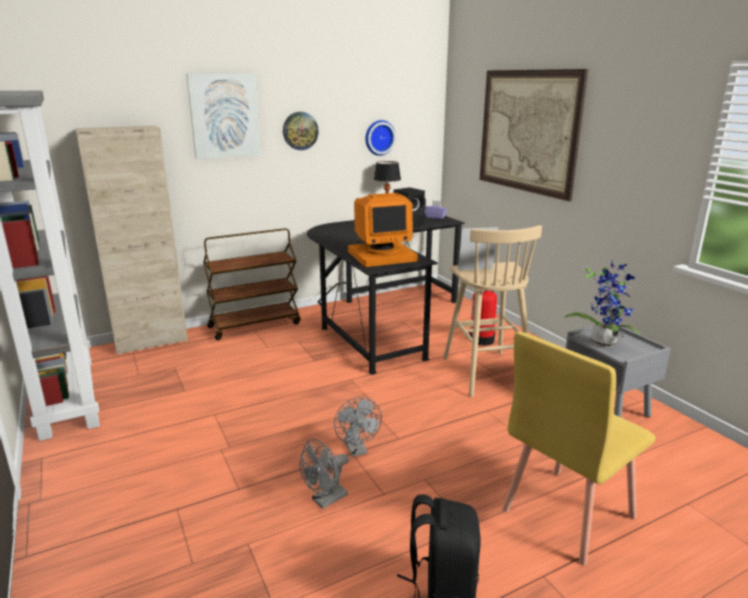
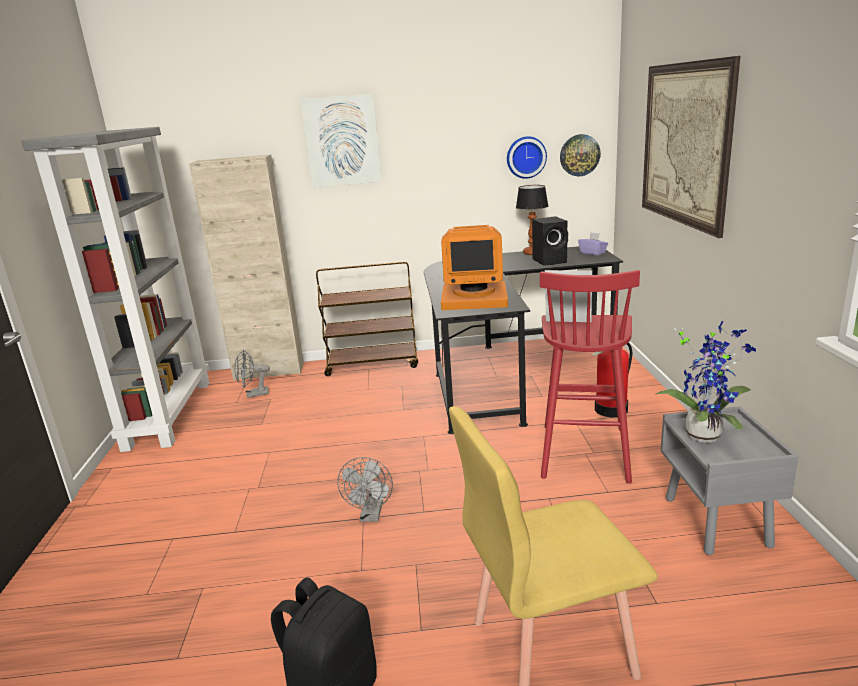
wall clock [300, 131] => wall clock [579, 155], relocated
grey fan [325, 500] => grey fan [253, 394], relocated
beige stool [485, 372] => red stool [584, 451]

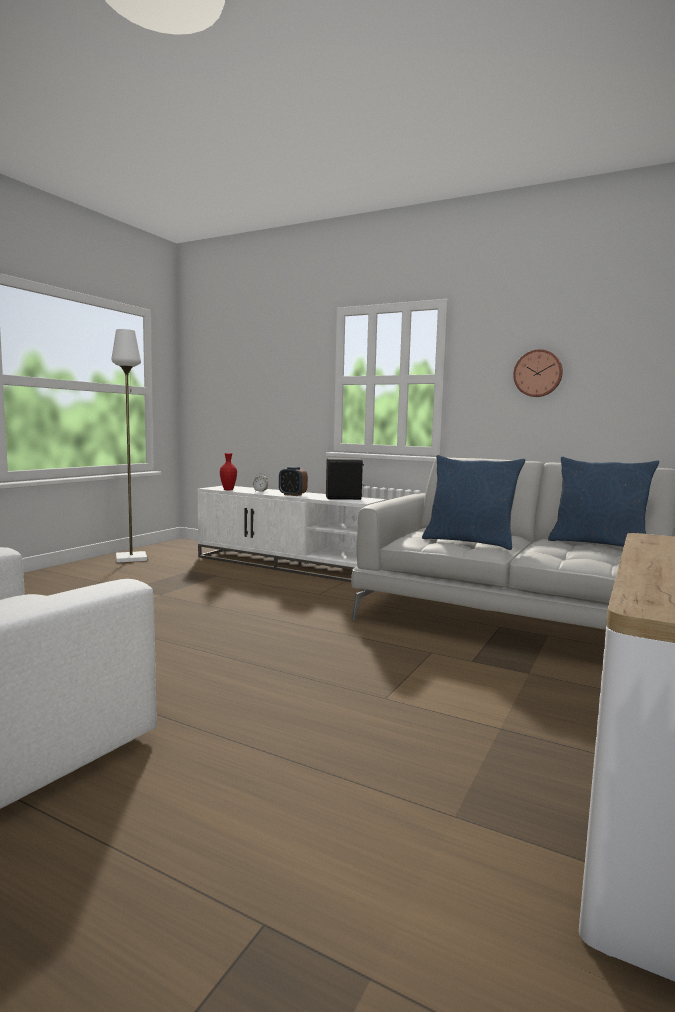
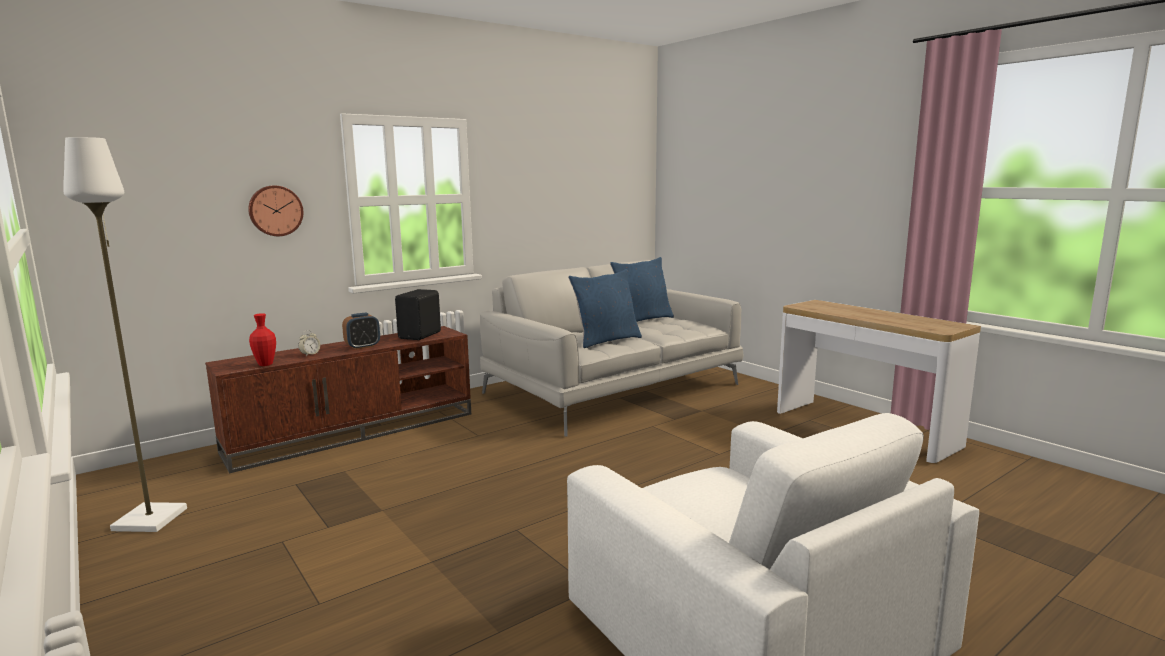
white tv stand [288, 565] => brown tv stand [354, 431]
wall clock [538, 373] => wall clock [275, 210], relocated

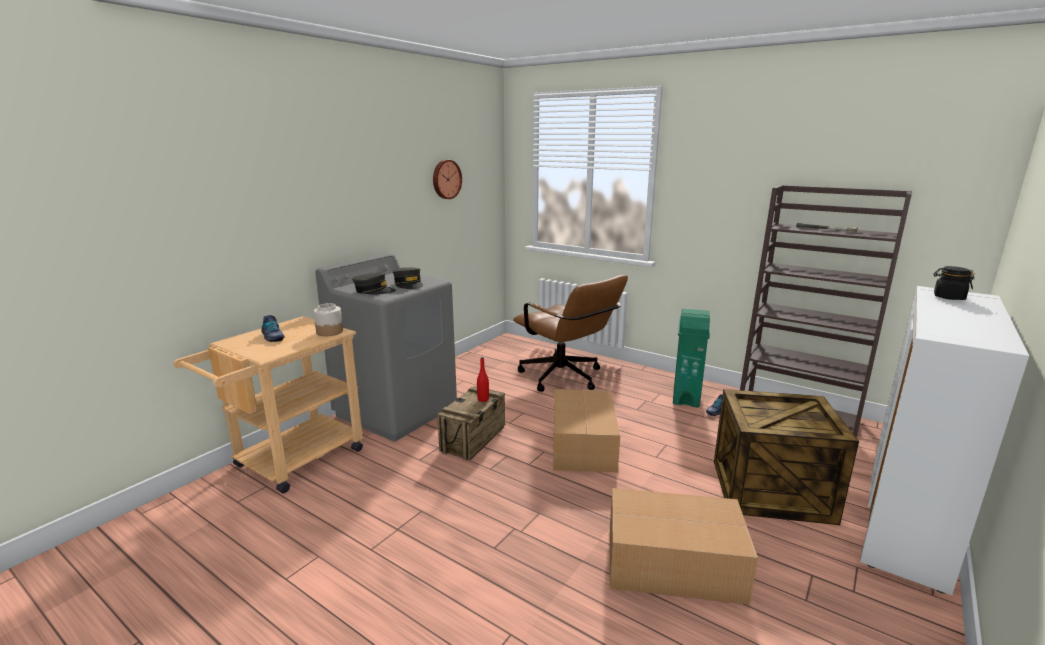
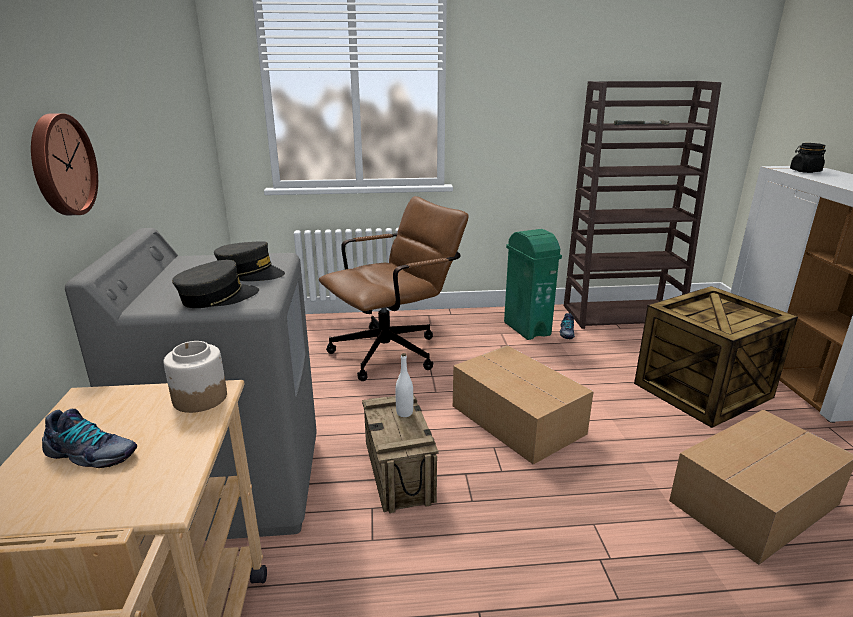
wall clock [446, 179] => wall clock [60, 165], relocated
red bottle [483, 399] => white bottle [404, 413]
brown office chair [566, 379] => brown office chair [395, 351], 45 degrees counterclockwise

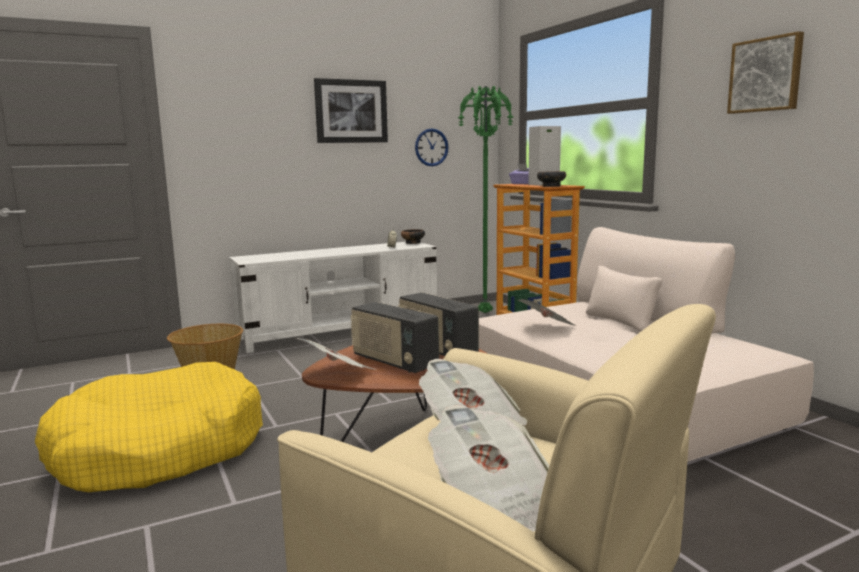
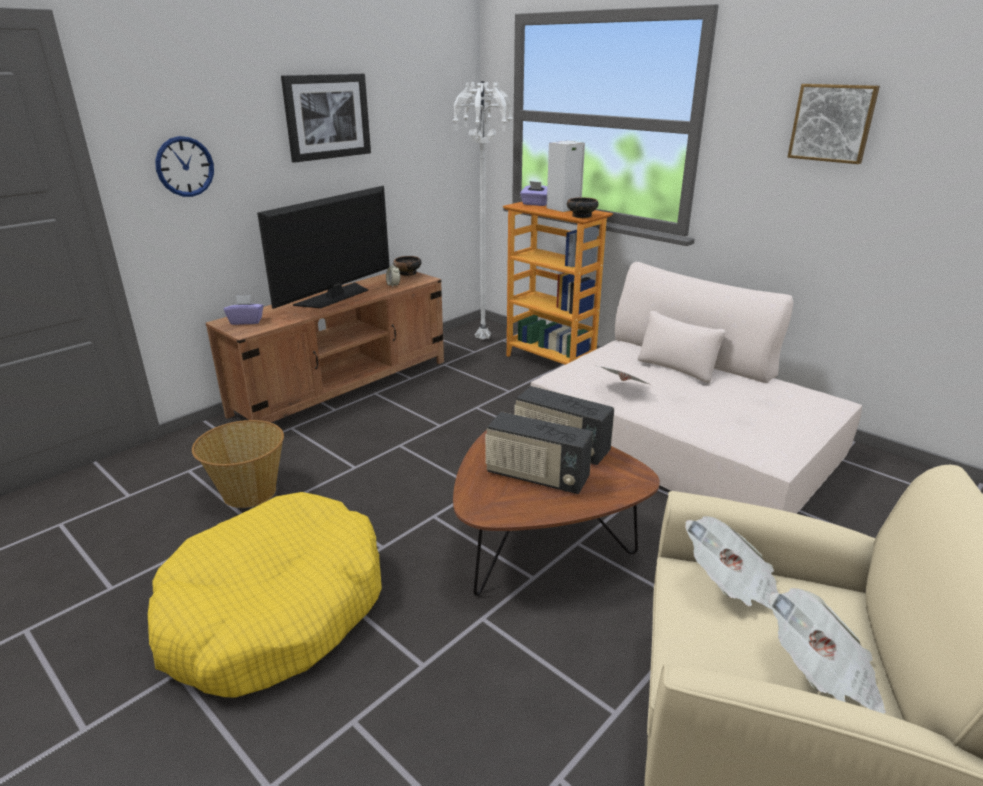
white tv stand [341, 331] => brown tv stand [344, 387]
newspaper [337, 374] => nothing
wall clock [431, 147] => wall clock [185, 166], relocated
green floor lamp [486, 313] => white floor lamp [484, 339]
nothing => purple tissue box [246, 321]
nothing => television [335, 296]

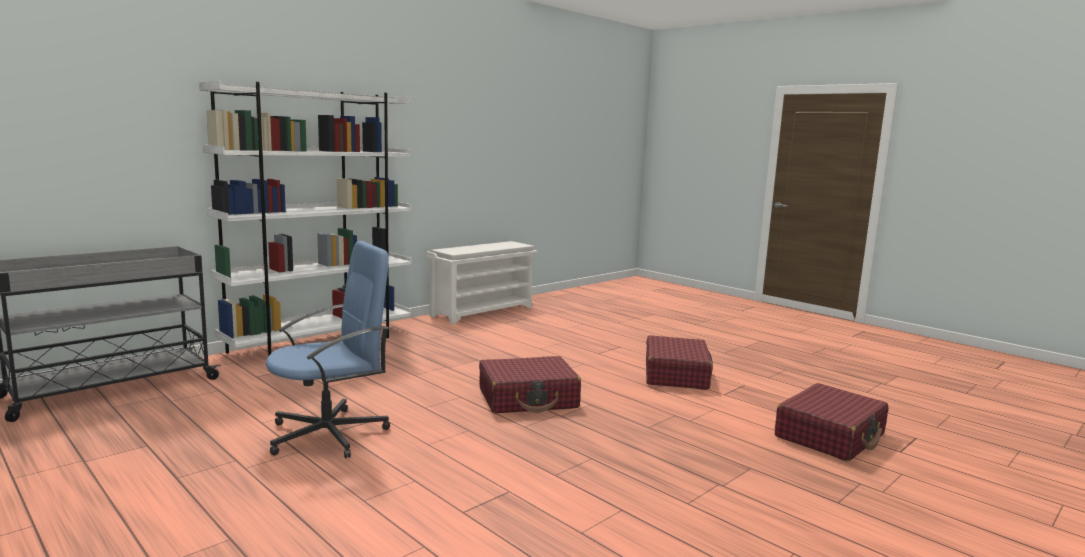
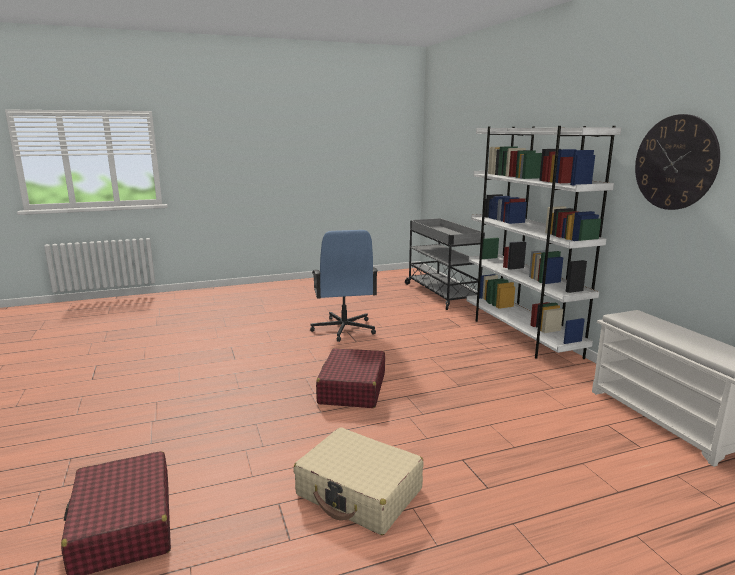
red suitcase [676, 374] => beige suitcase [359, 493]
nothing => wall clock [675, 162]

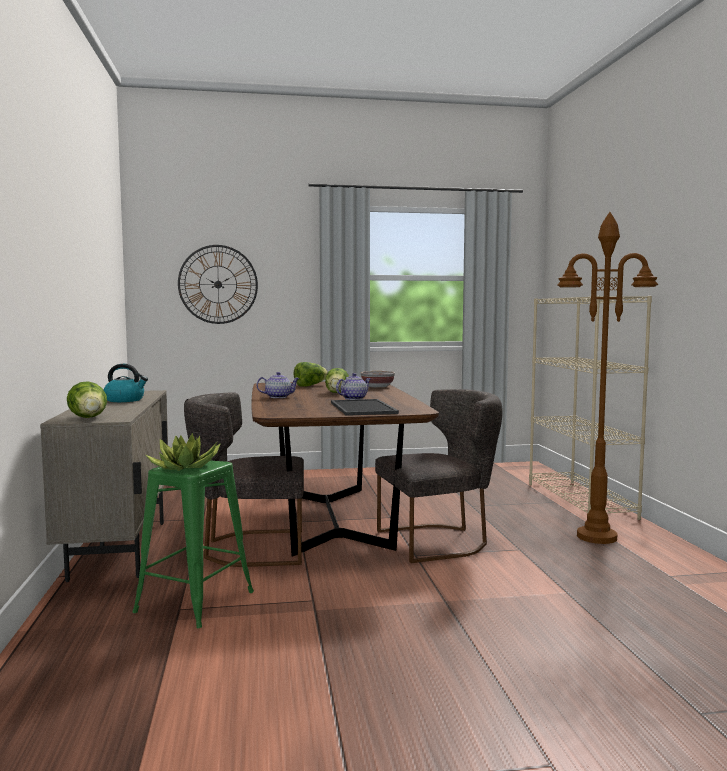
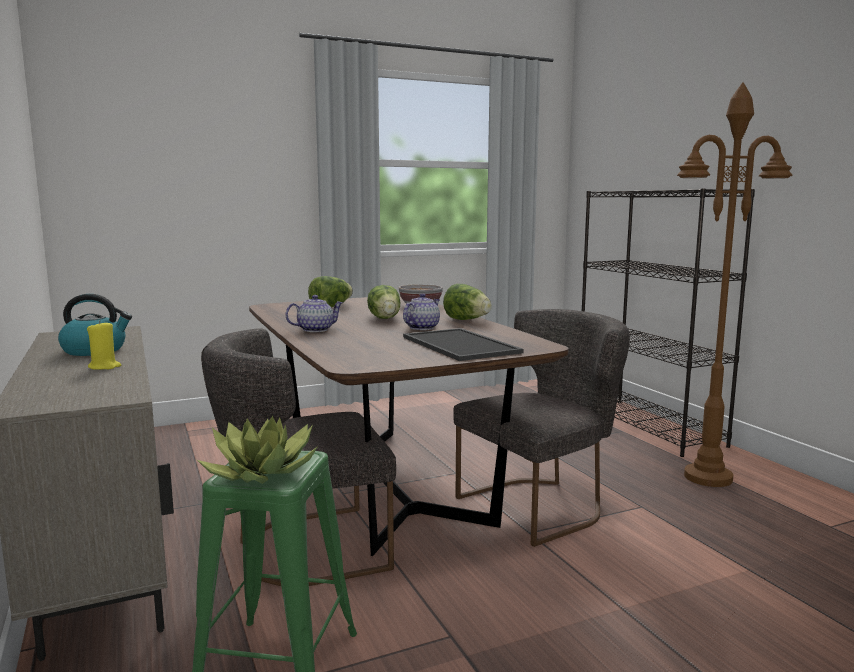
lettuce [89, 418] => lettuce [467, 320], relocated
wall clock [218, 284] => nothing
beige bookcase [580, 500] => black bookcase [648, 426]
nothing => yellow candle [104, 367]

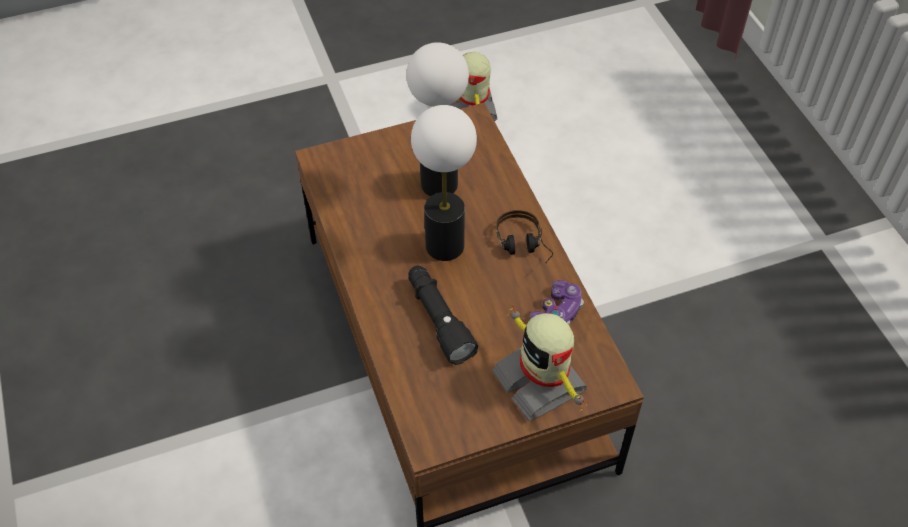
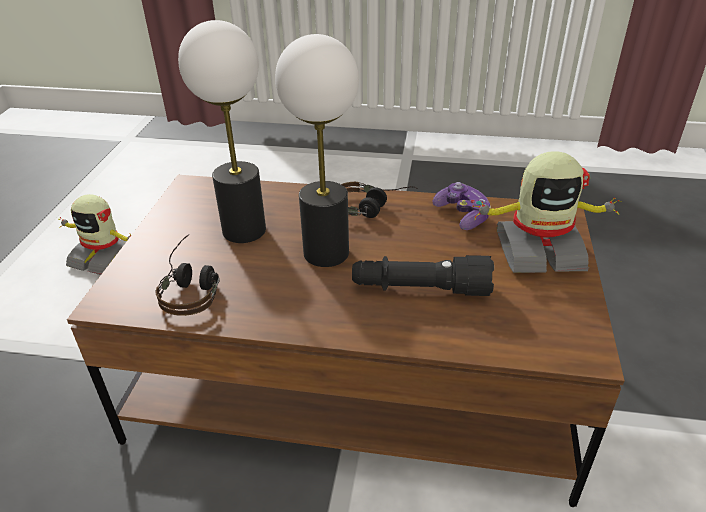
nothing => headphones [192, 286]

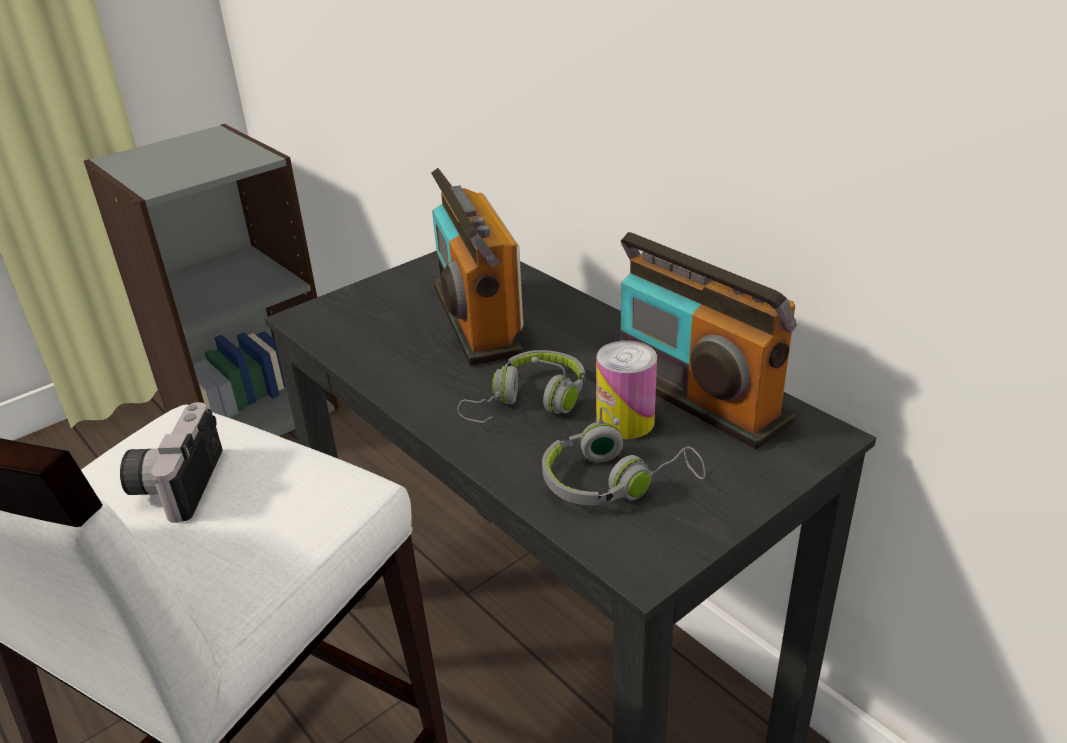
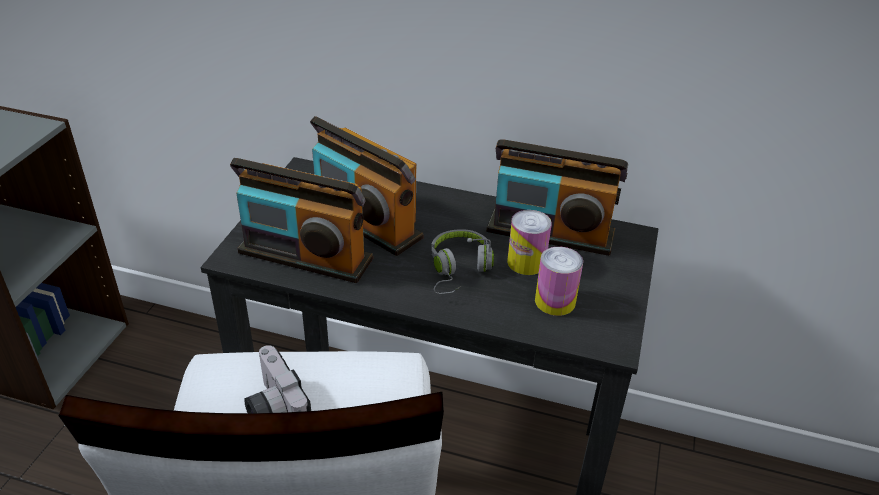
grey headphones [614, 481] => can [555, 301]
nothing => radio [305, 256]

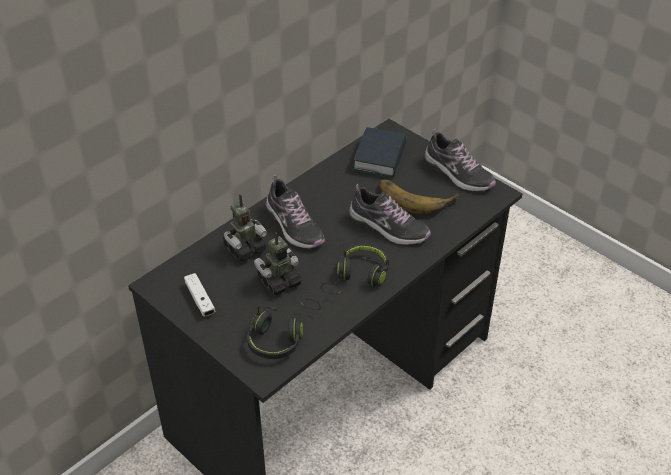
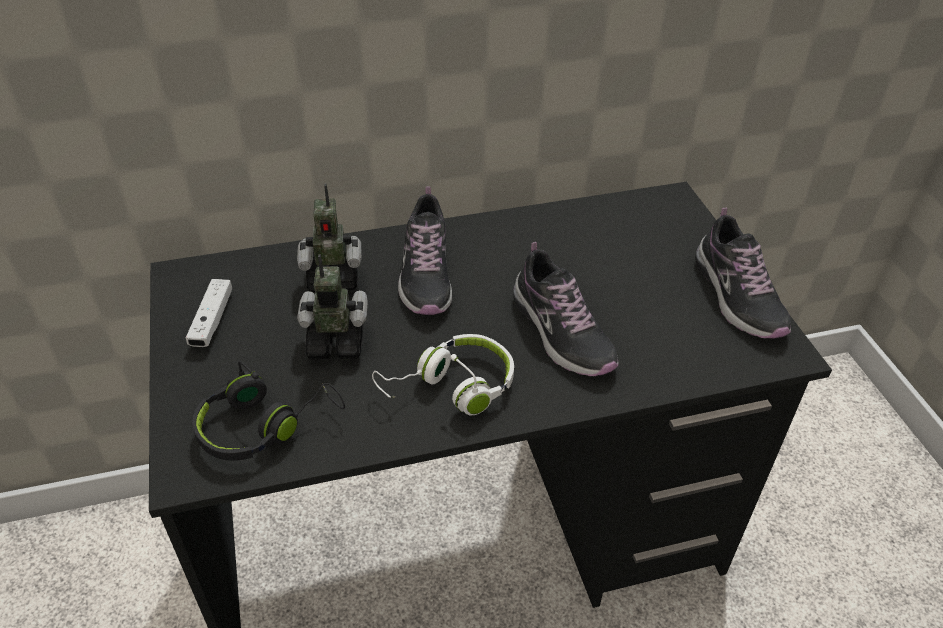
black headphones [357, 277] => white headphones [451, 387]
book [380, 158] => nothing
banana [416, 196] => nothing

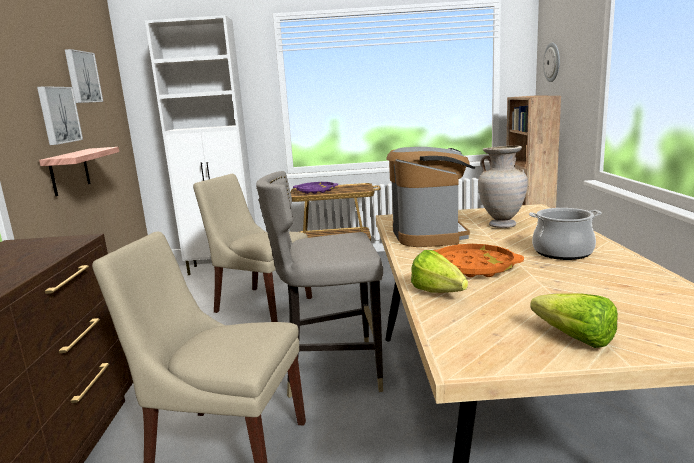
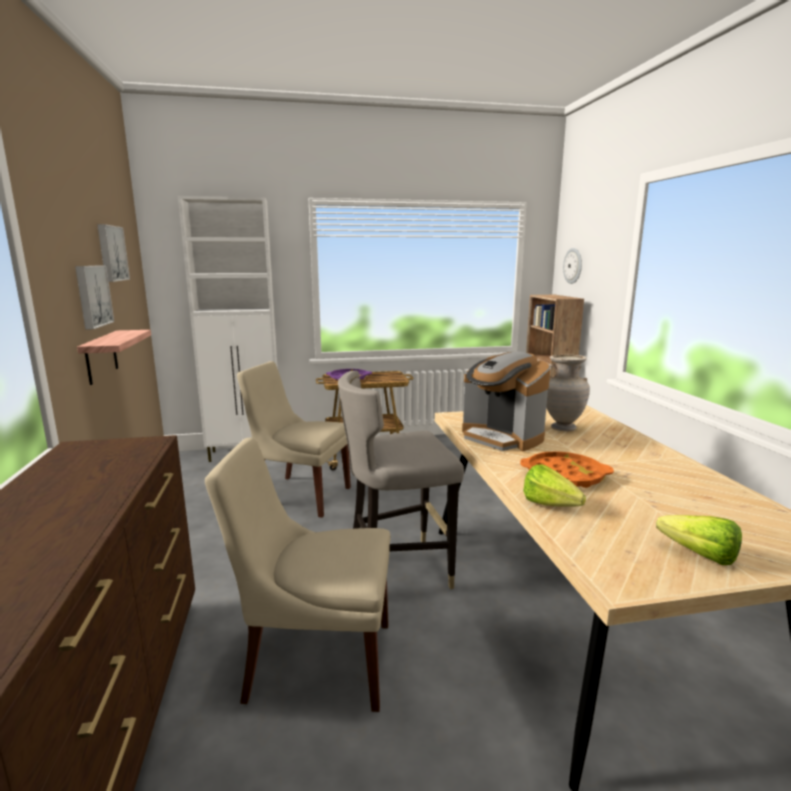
coffee machine [429, 235] => coffee machine [502, 437], 150 degrees clockwise
cooking pot [562, 252] => nothing

